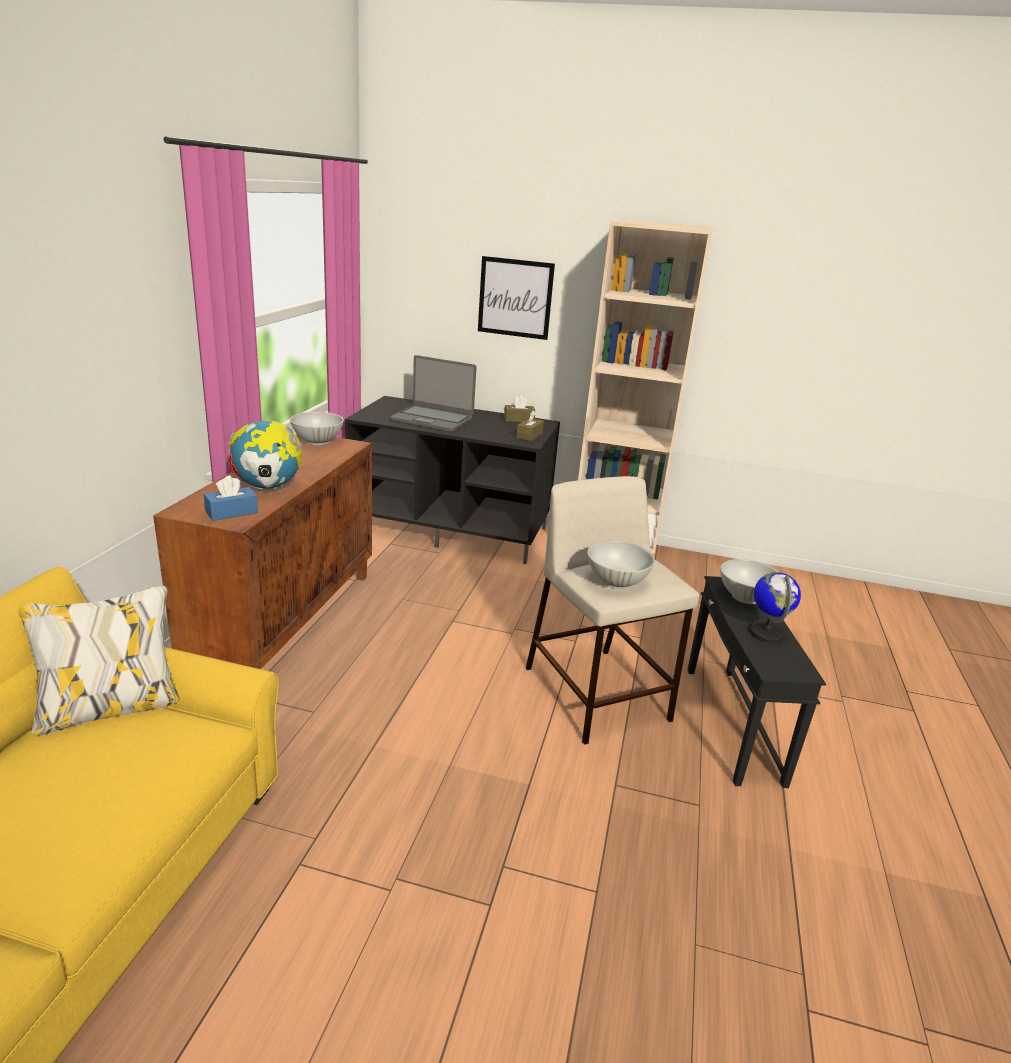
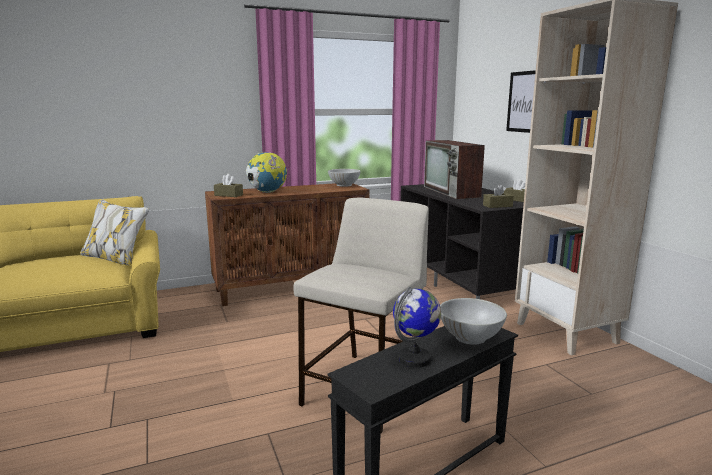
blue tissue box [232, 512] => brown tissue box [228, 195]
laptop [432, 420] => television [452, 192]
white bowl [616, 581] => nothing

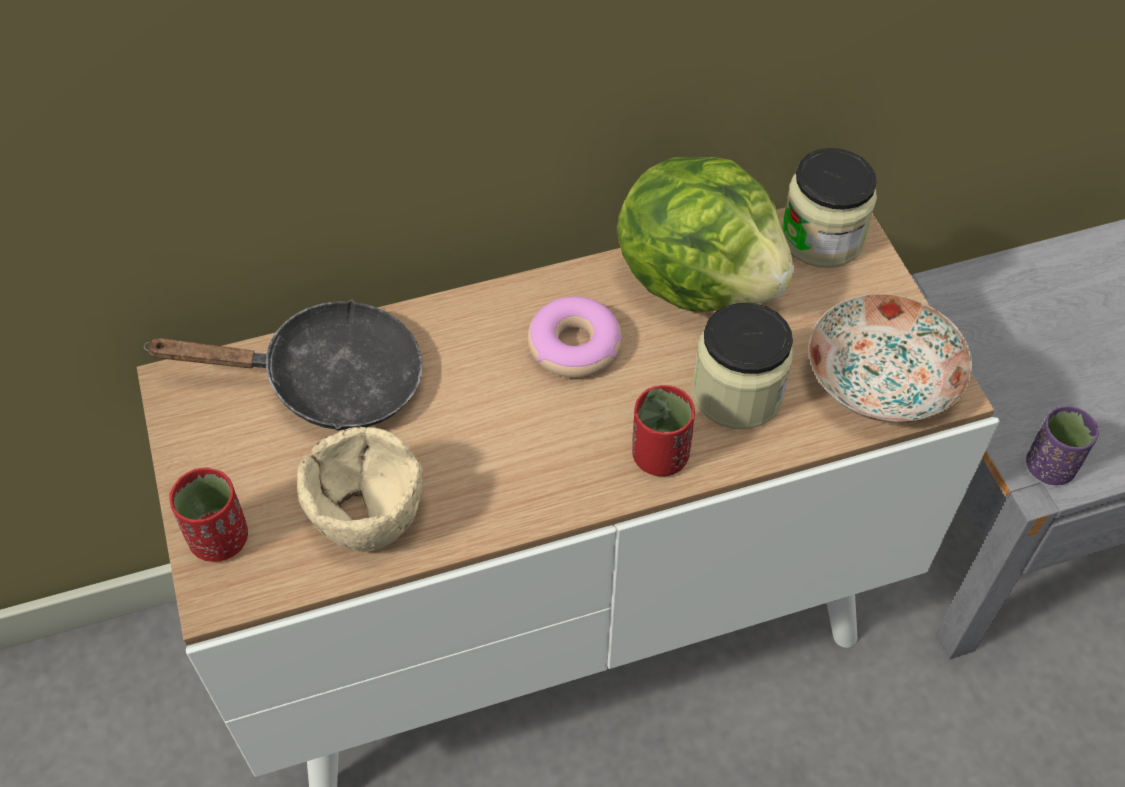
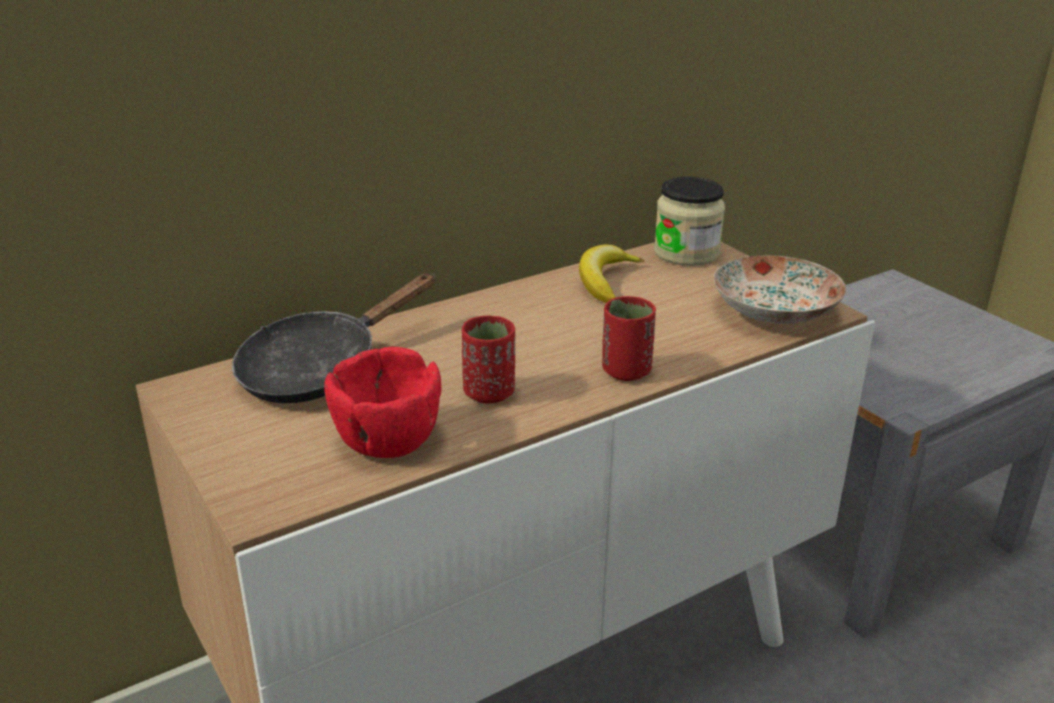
black frying pan [328, 381] => black frying pan [320, 369], 150 degrees clockwise
red cup [220, 538] => red cup [489, 393], relocated
beige bowl [367, 518] => red bowl [387, 441]
donut [575, 346] => nothing
lettuce [699, 279] => banana [606, 281]
jar [737, 393] => nothing
purple cup [1049, 467] => nothing

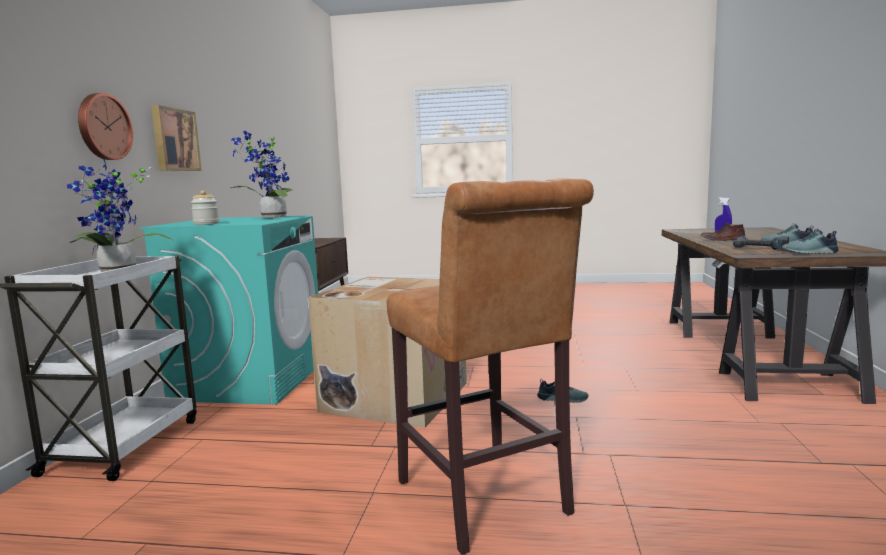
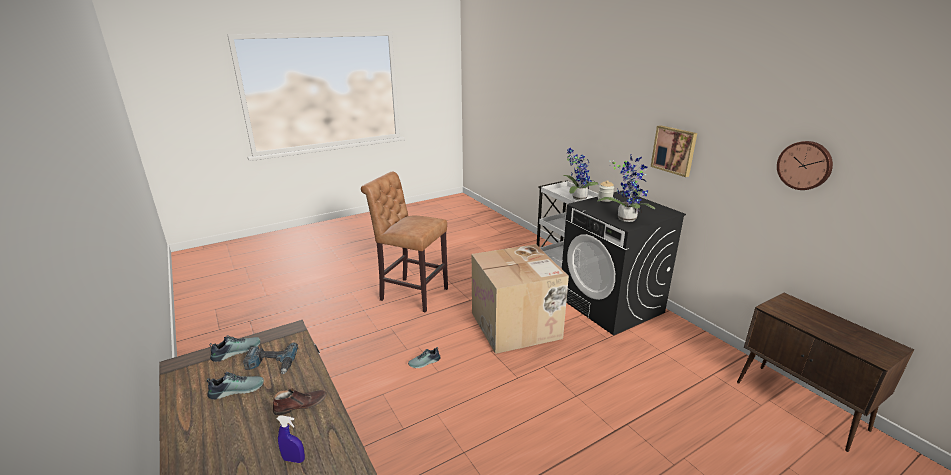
wall clock [103, 127] => wall clock [805, 165], relocated
turquoise washing machine [251, 380] => black washing machine [611, 305]

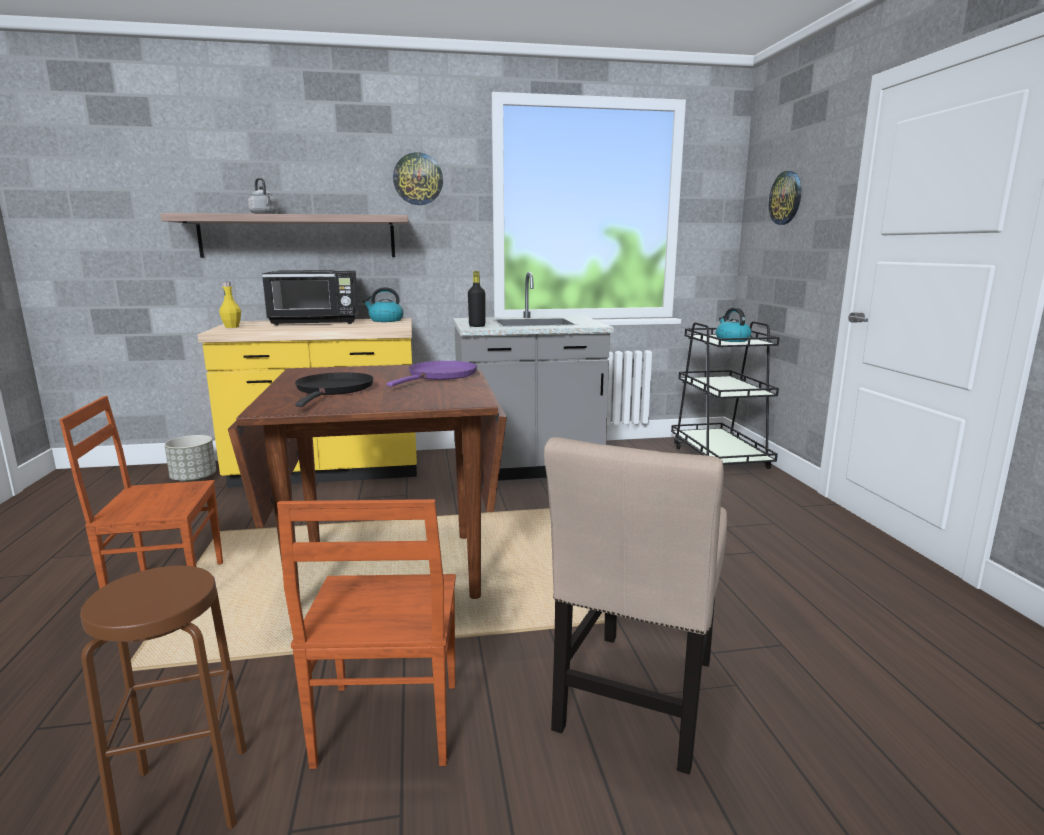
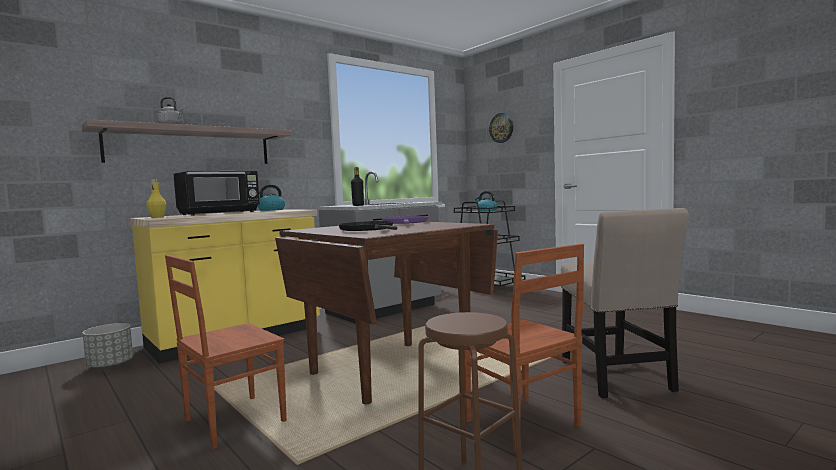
wall clock [418, 179] => nothing

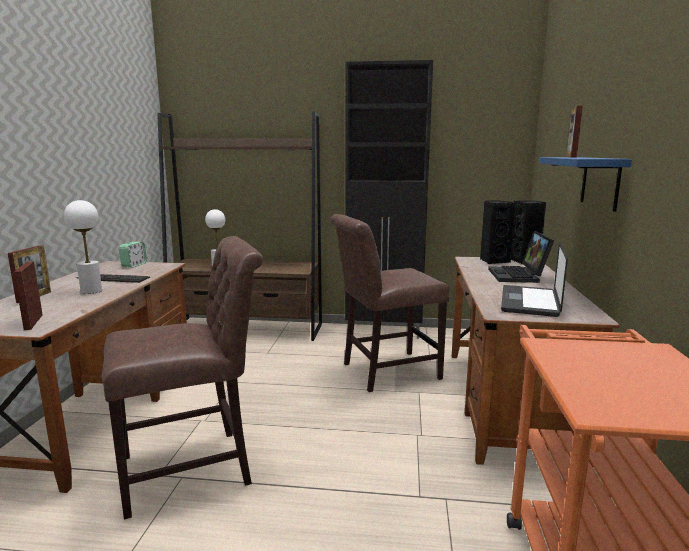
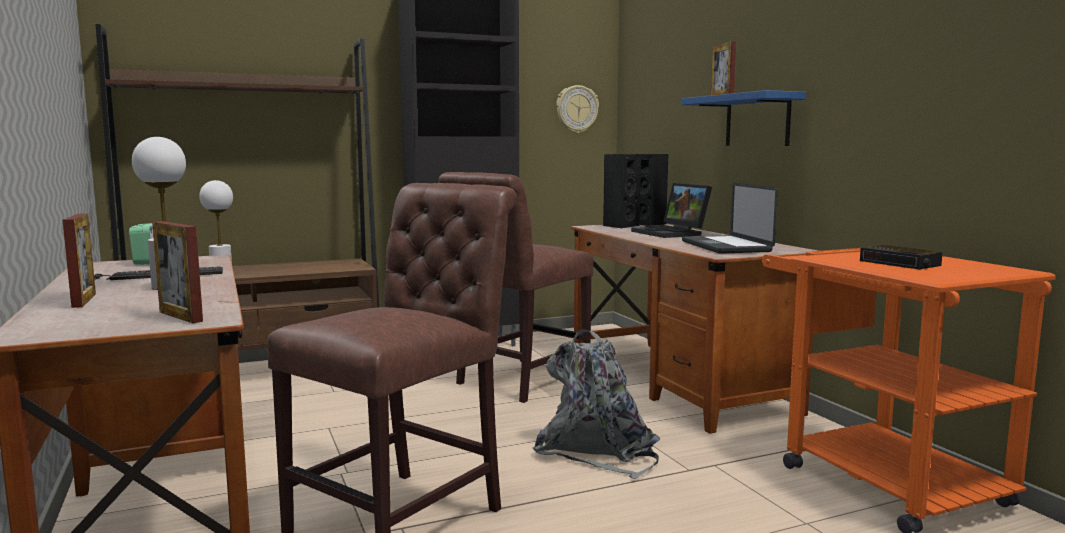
nothing => grey backpack [598, 451]
nothing => wall clock [576, 109]
nothing => alarm clock [901, 263]

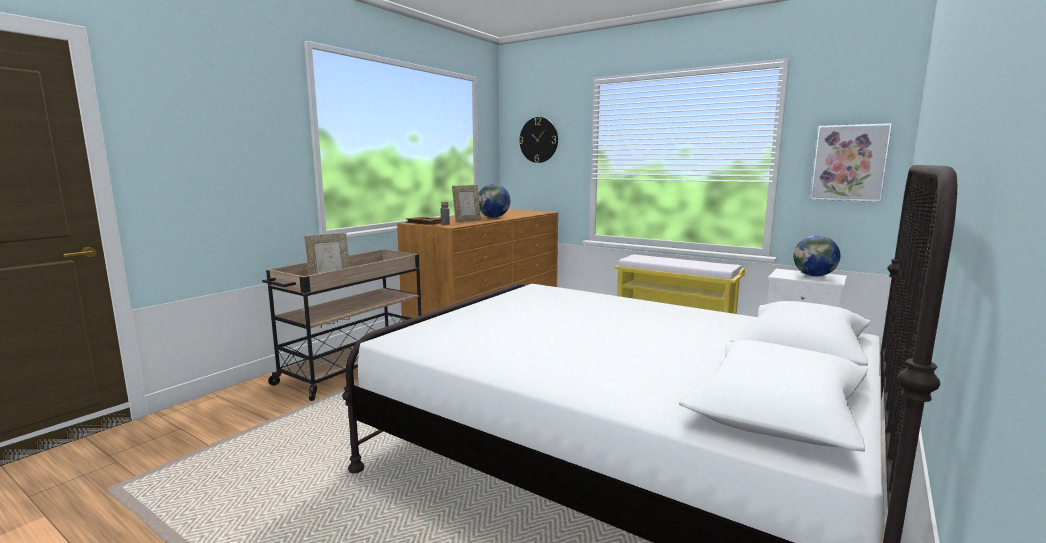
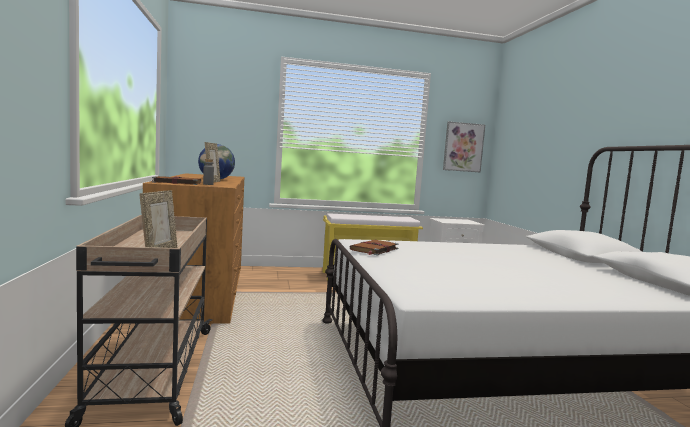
wall clock [538, 140] => nothing
globe [814, 275] => nothing
nothing => brown book [374, 249]

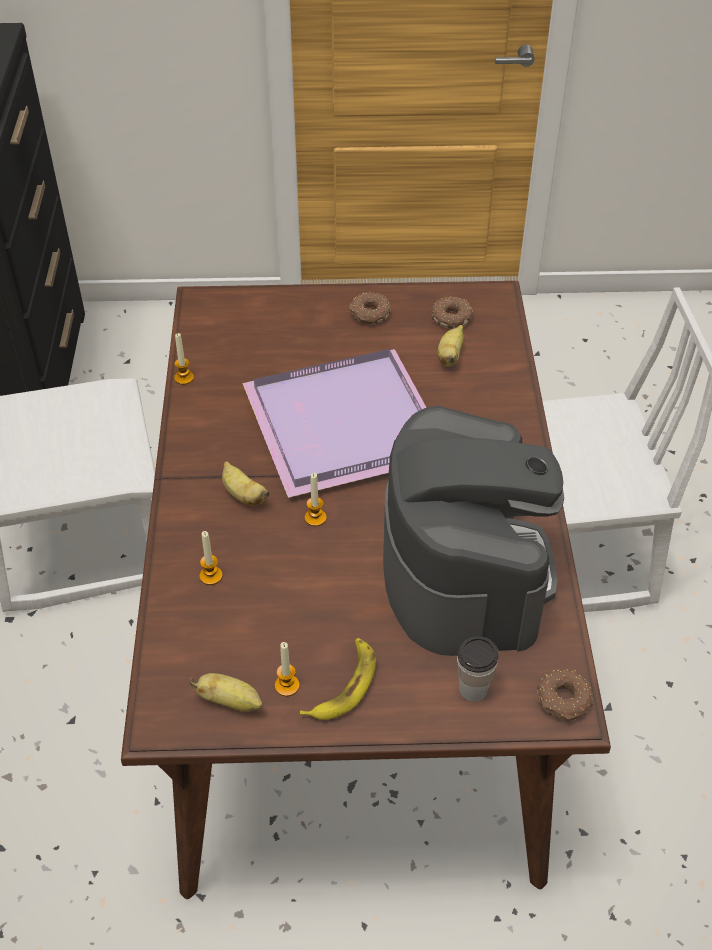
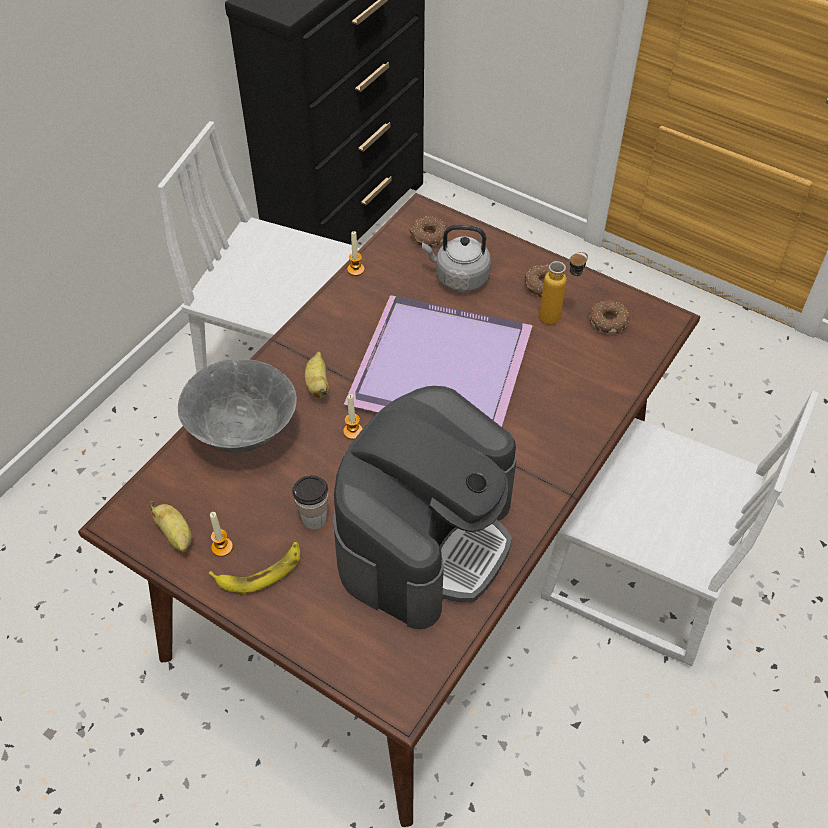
candle [211, 576] => grey bowl [243, 434]
banana [450, 356] => nothing
cup [473, 689] => cup [314, 519], relocated
donut [563, 701] => donut [428, 237], relocated
nothing => grey kettle [459, 277]
nothing => bottle [558, 317]

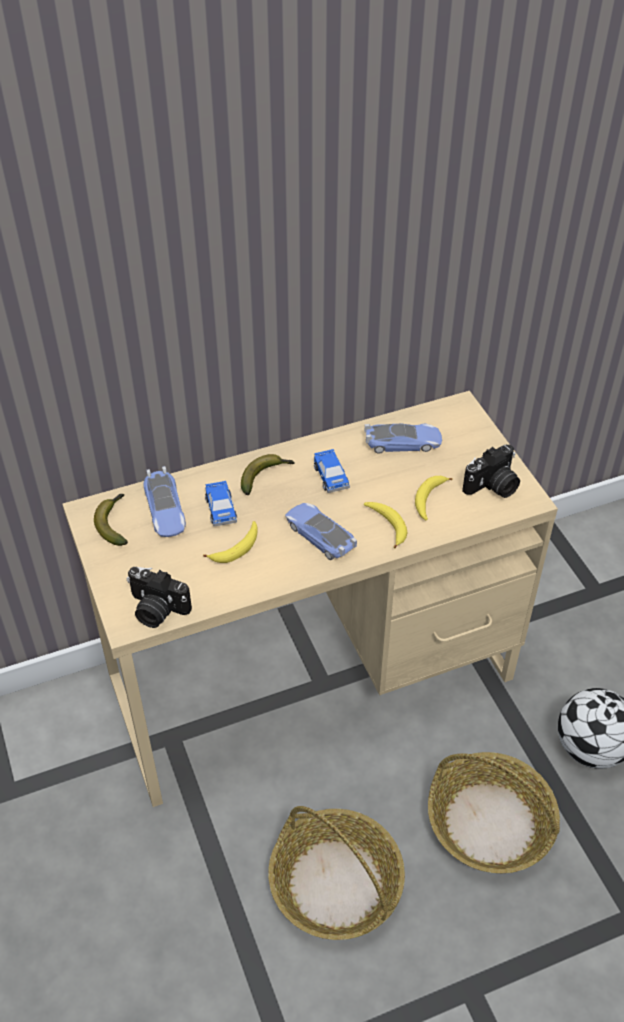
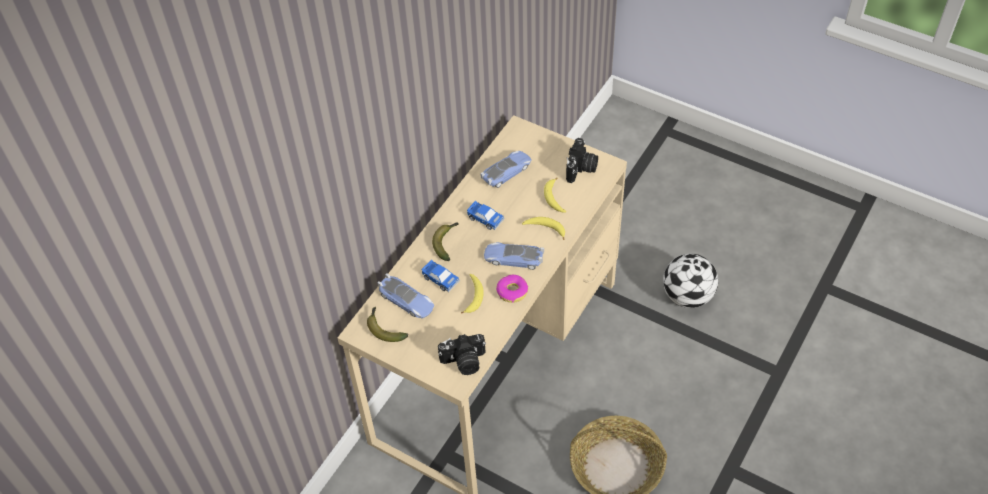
basket [491, 823] => nothing
nothing => donut [512, 291]

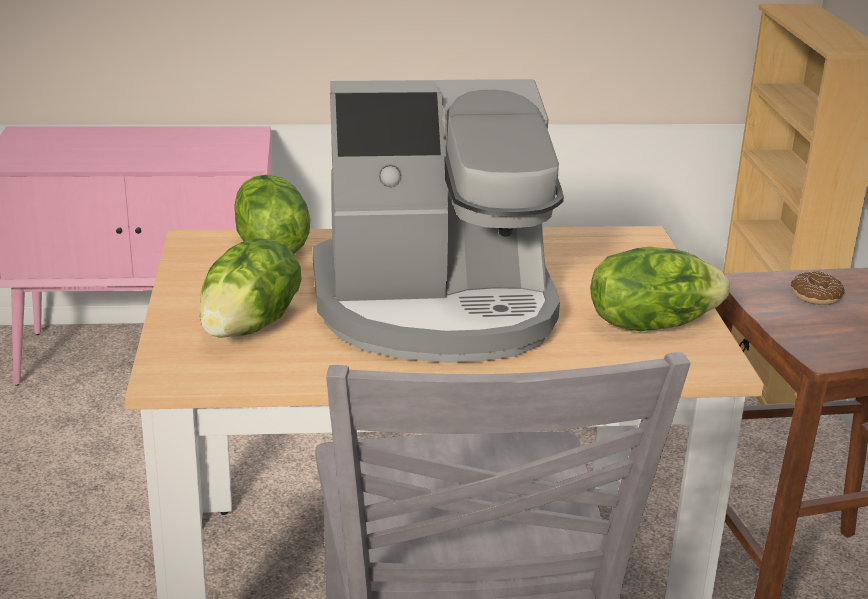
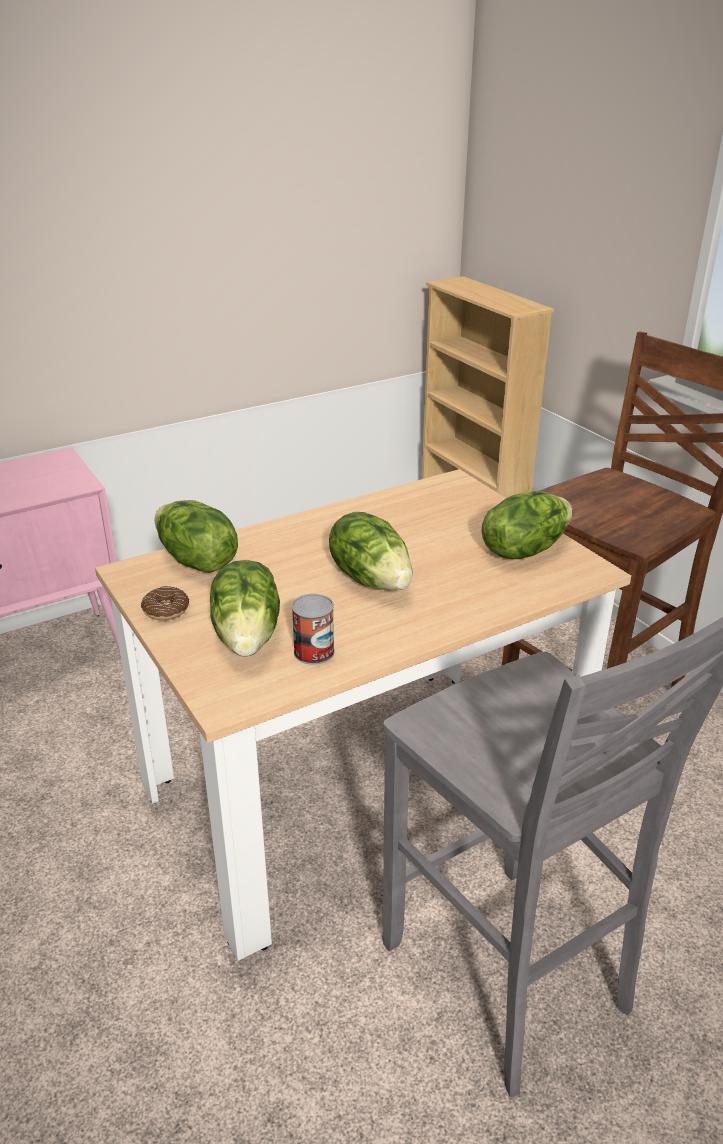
coffee machine [437, 308] => lettuce [372, 578]
donut [815, 296] => donut [166, 610], relocated
nothing => can [314, 652]

